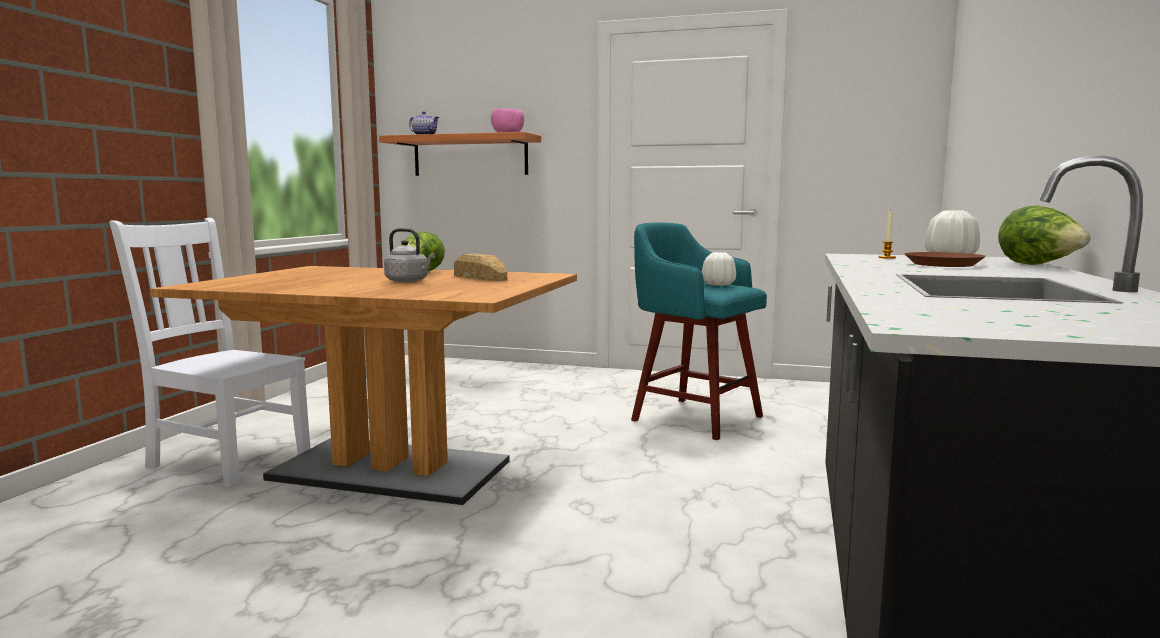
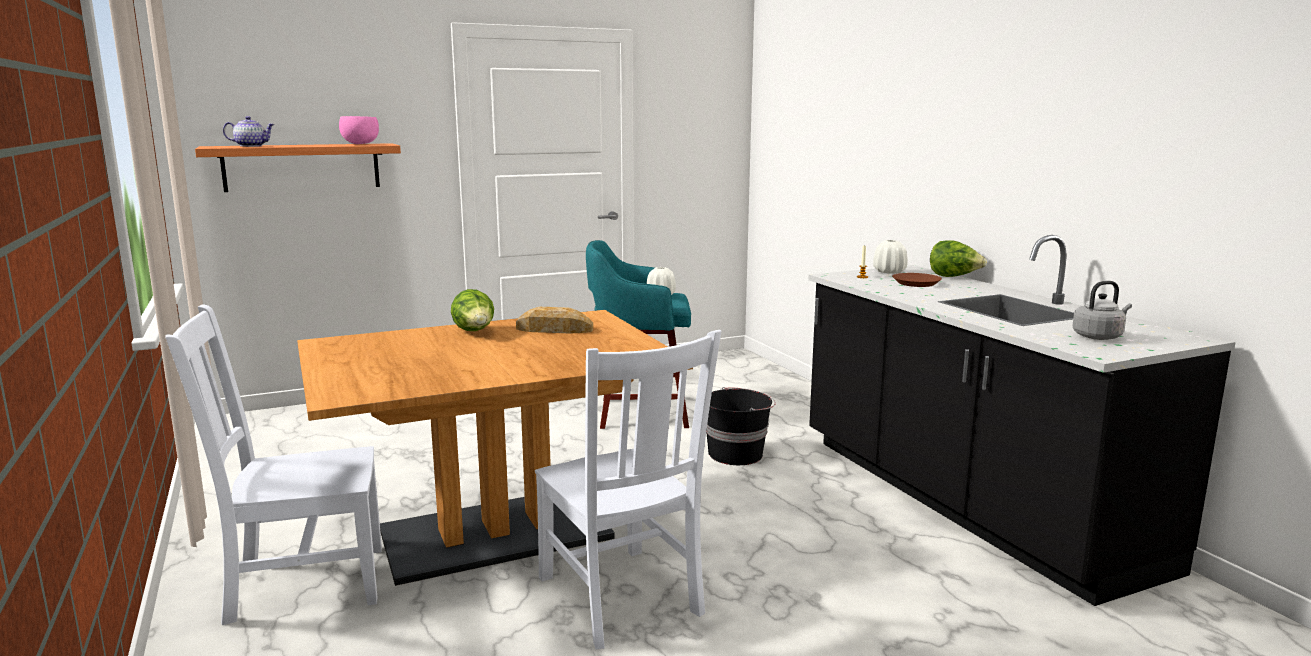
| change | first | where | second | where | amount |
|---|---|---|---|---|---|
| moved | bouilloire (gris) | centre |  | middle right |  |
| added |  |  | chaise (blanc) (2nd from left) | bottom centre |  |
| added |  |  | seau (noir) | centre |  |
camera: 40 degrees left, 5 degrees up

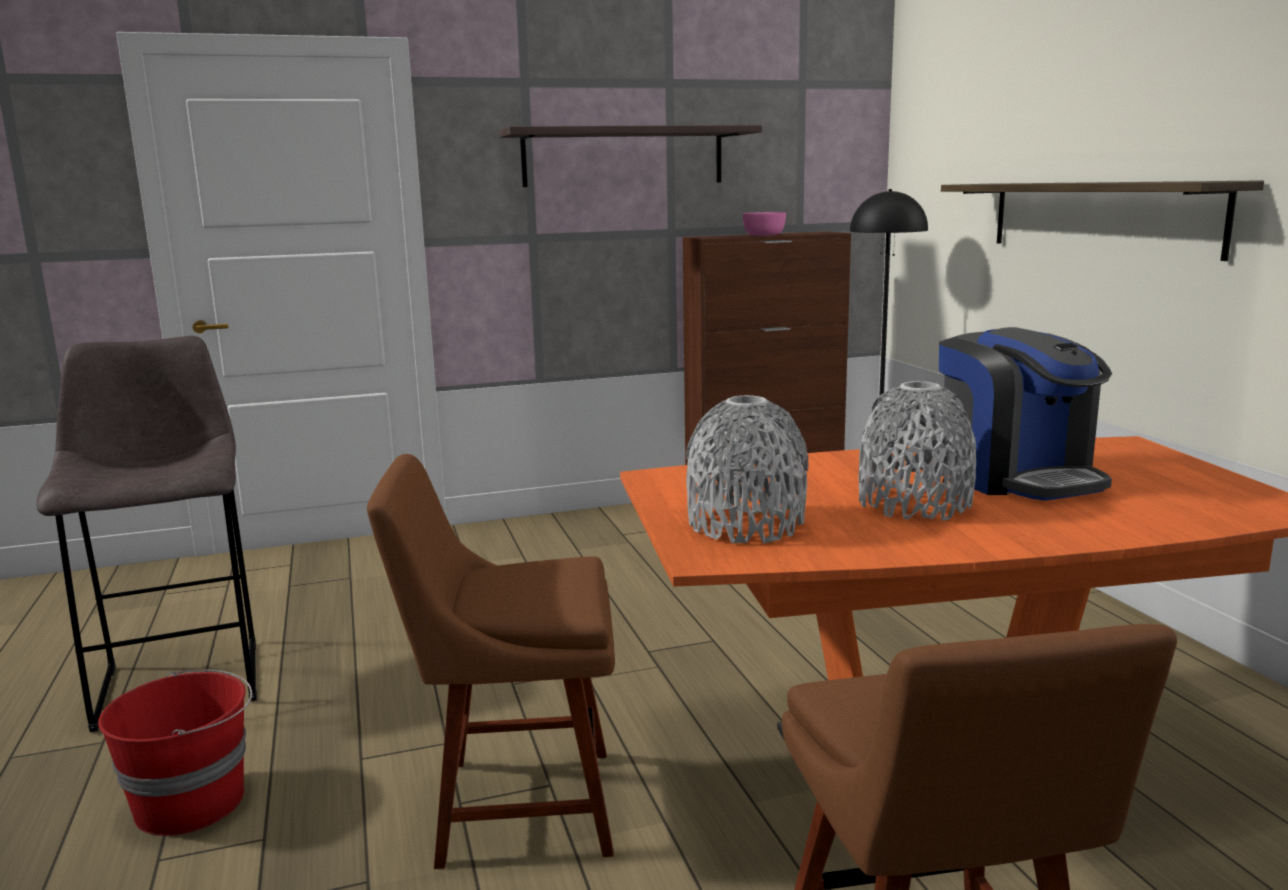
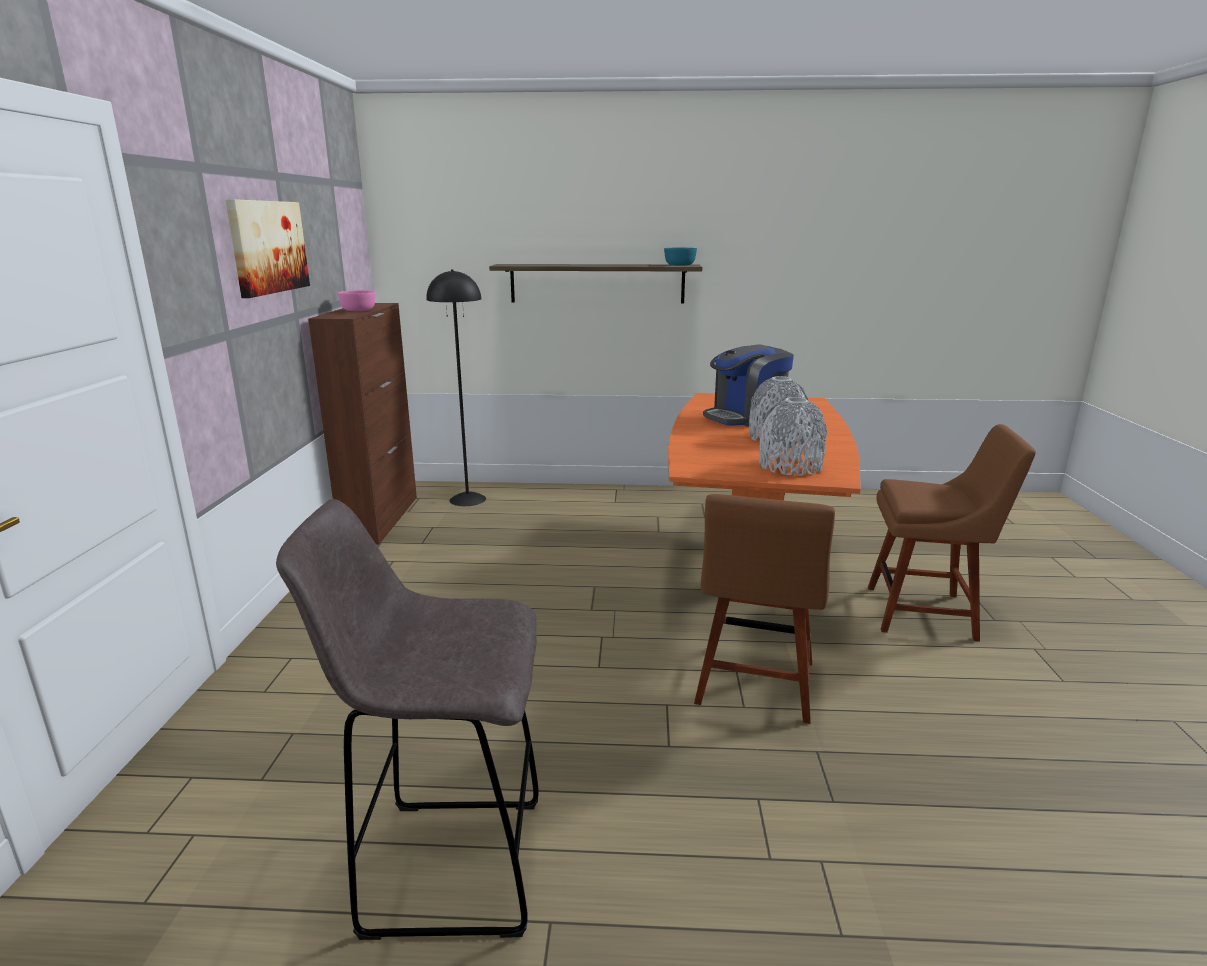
| change | first | where | second | where | amount |
|---|---|---|---|---|---|
| replaced | étagère (1st from left) | top centre | tableau | top left |  |
| turned | machine à café | middle right |  | centre | 150 degrees clockwise |
| removed | seau (rouge) | bottom left |  |  |  |
| added |  |  | bol (turquoise) | top centre |  |
camera: 70 degrees left, 5 degrees up

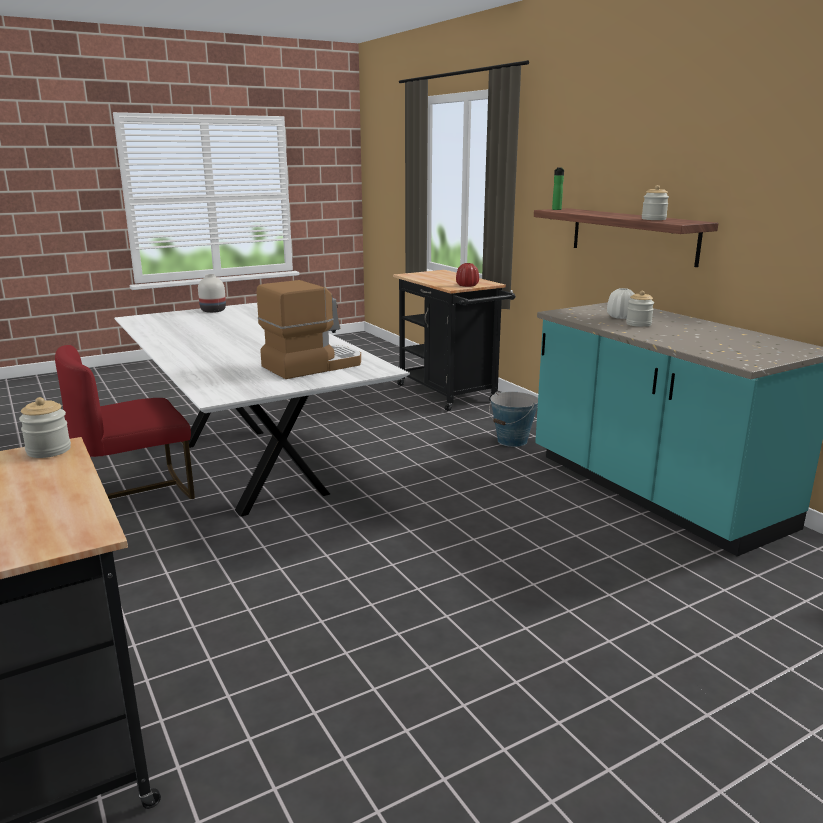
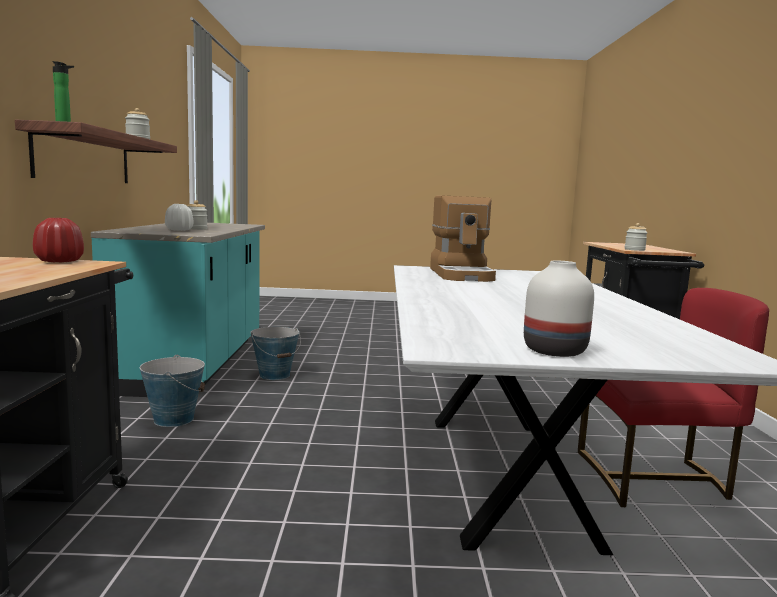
| change | first | where | second | where | amount |
|---|---|---|---|---|---|
| turned | machine à café | centre |  | centre | 90 degrees counterclockwise |
| added |  |  | seau (2nd from left) | centre |  |
camera: 150 degrees left, 10 degrees down

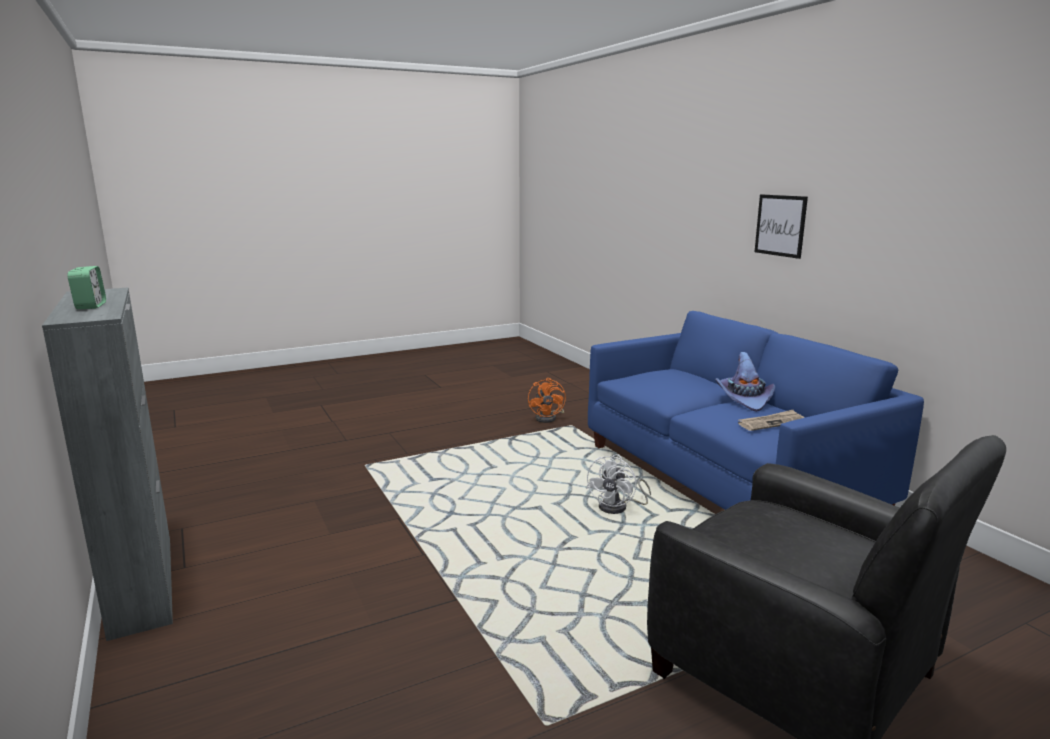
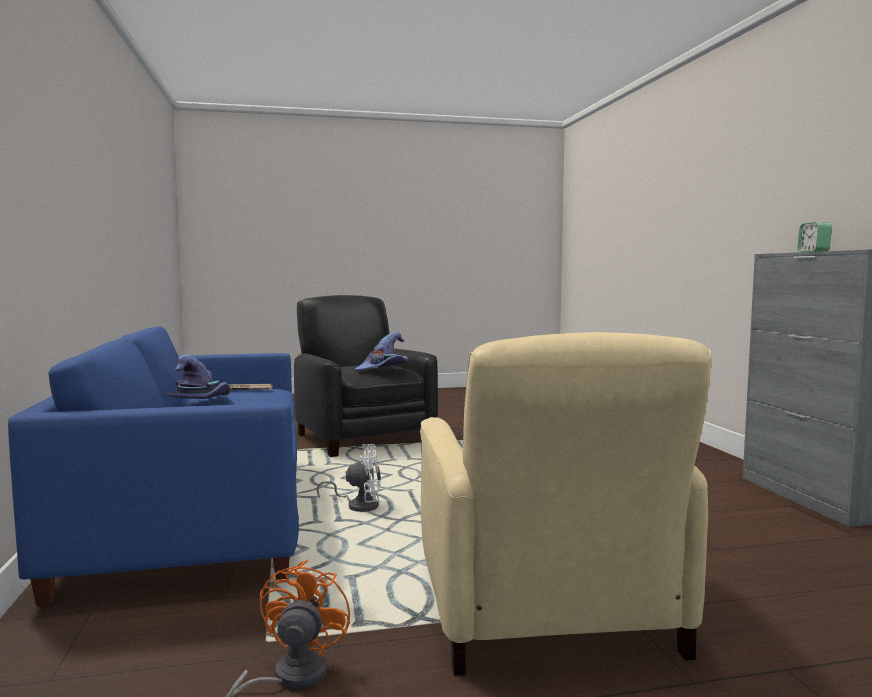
| change | first | where | second | where | amount |
|---|---|---|---|---|---|
| removed | tableau | top right |  |  |  |
| turned | ventilateur (blanc) | centre |  | bottom centre | 45 degrees clockwise |
| added |  |  | chapeau (violet) (2nd from left) | centre |  |
| added |  |  | fauteuil (beige) | bottom centre |  |
camera: 165 degrees left, 10 degrees down

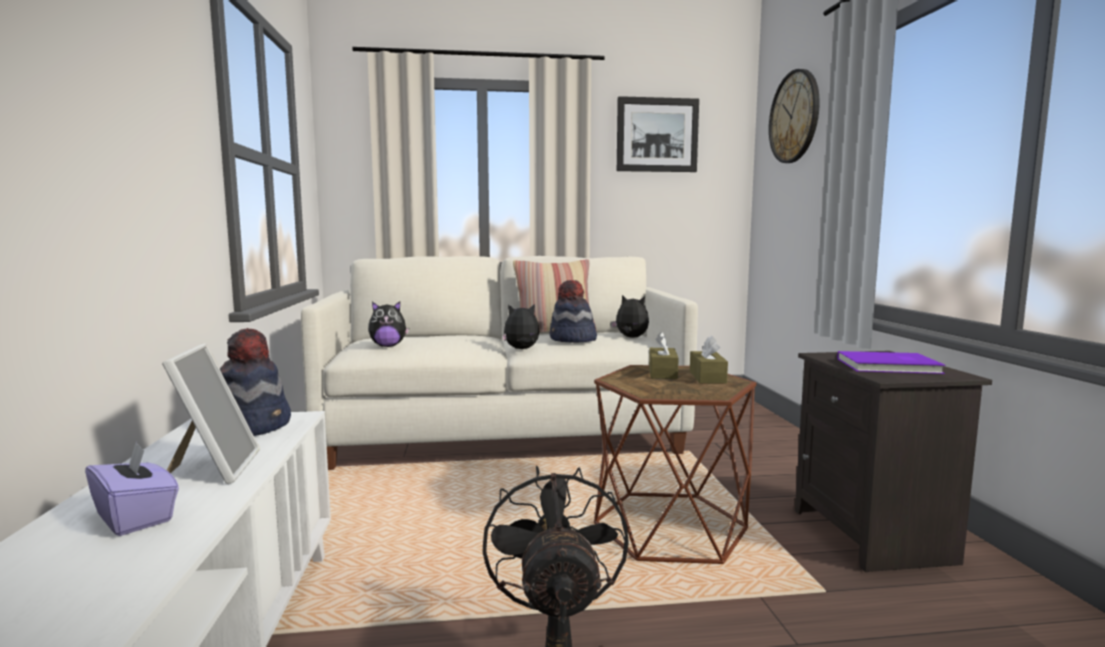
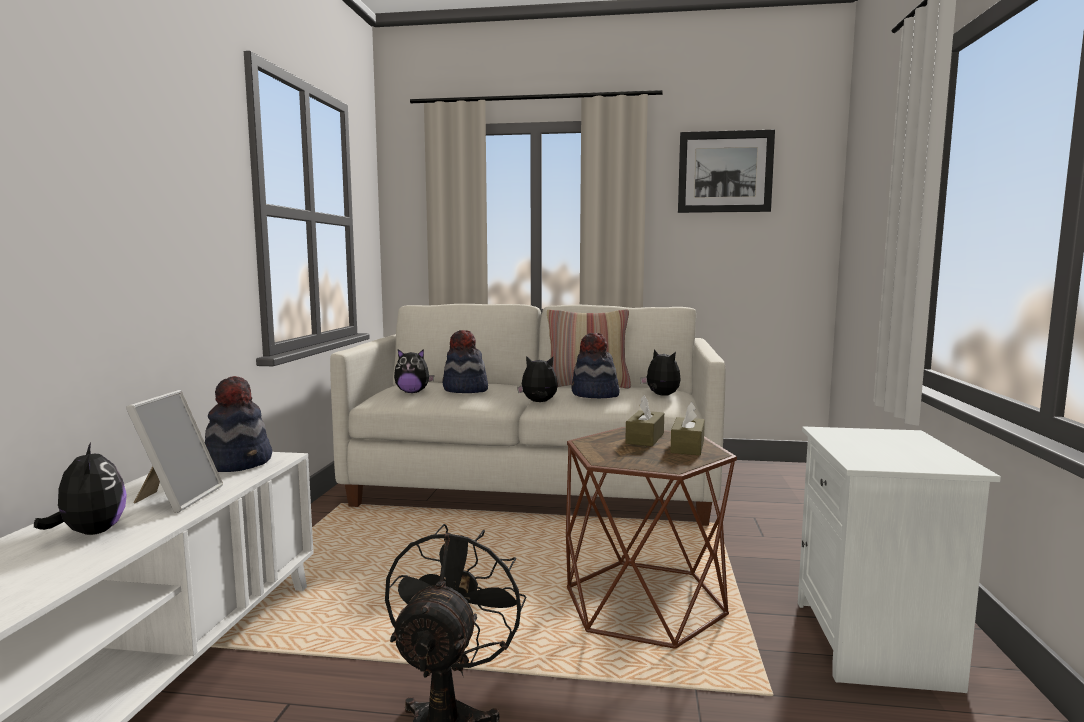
| change | first | where | second | where | amount |
|---|---|---|---|---|---|
| removed | horloge murale | top right |  |  |  |
| recoloured | table de chevet (noir) | bottom right | table de chevet (blanc) | bottom right |  |
| removed | livre (violet) | middle right |  |  |  |
| replaced | boîte à mouchoirs (violet) | bottom left | peluche (1st from left) | bottom left |  |
| added |  |  | chapeau (2nd from left) | centre |  |
camera: 15 degrees right, 0 degrees up

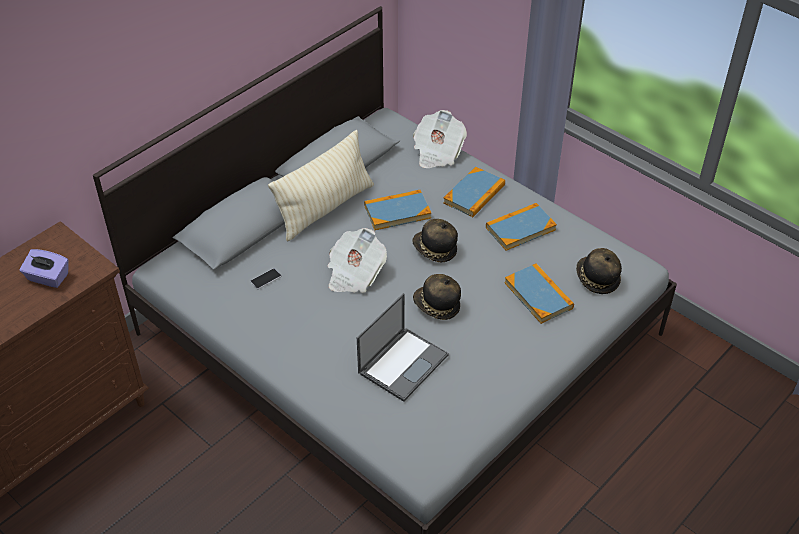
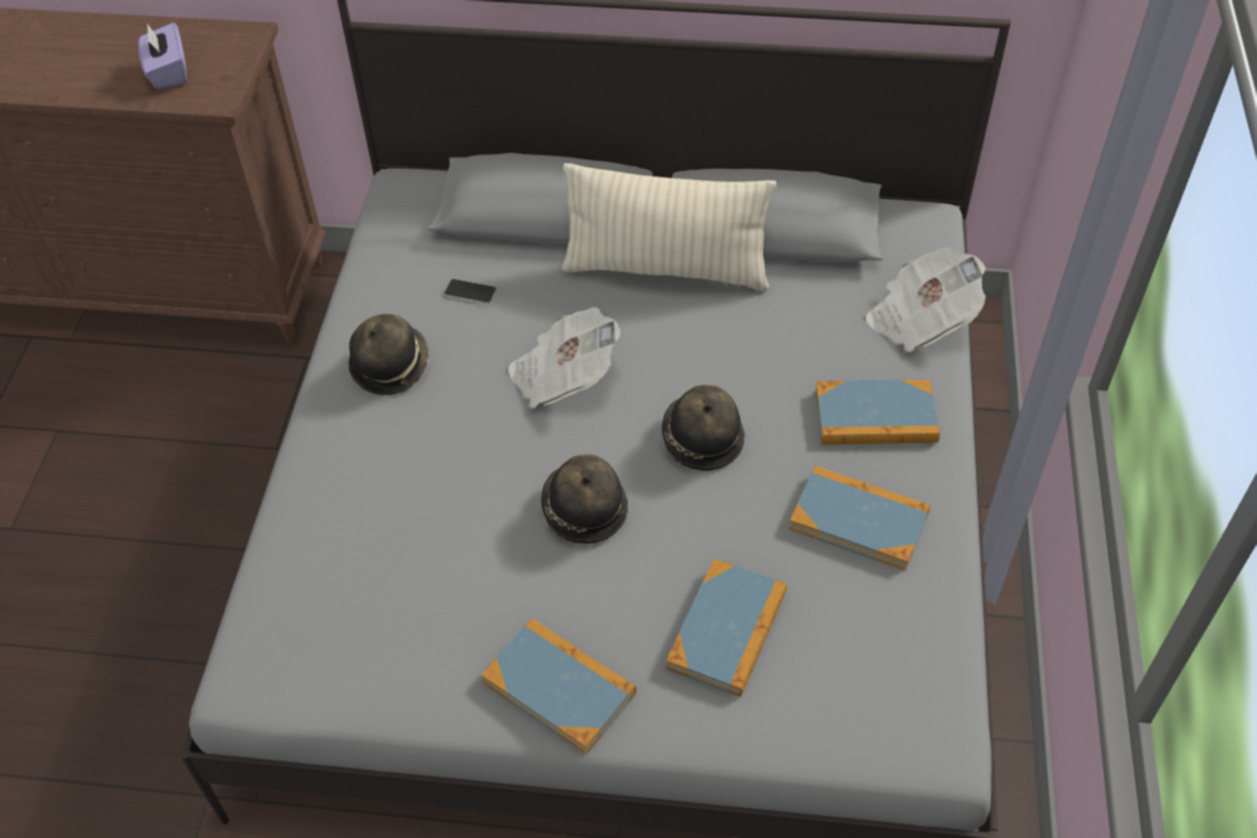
| change | first | where | second | where | amount |
|---|---|---|---|---|---|
| moved | livre (1st from left) | centre |  | bottom centre |  |
| moved | chapeau (3rd from left in the first image) | middle right | chapeau (1st from left) | middle left |  |
| removed | ordinateur portable | centre |  |  |  |
camera: 55 degrees right, 5 degrees up

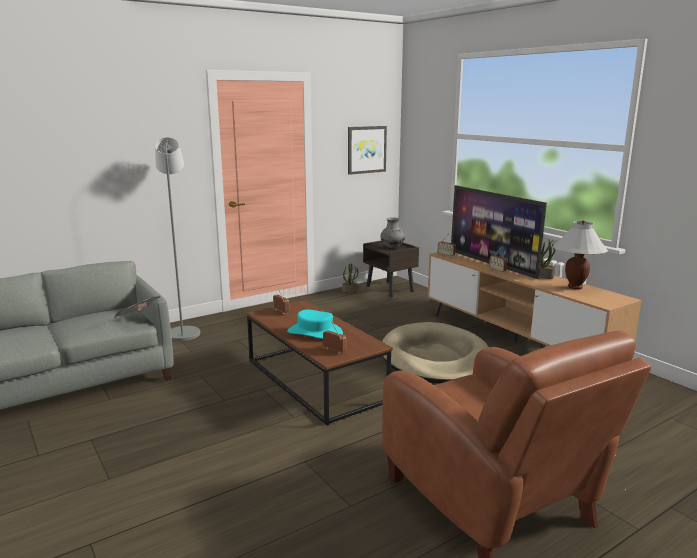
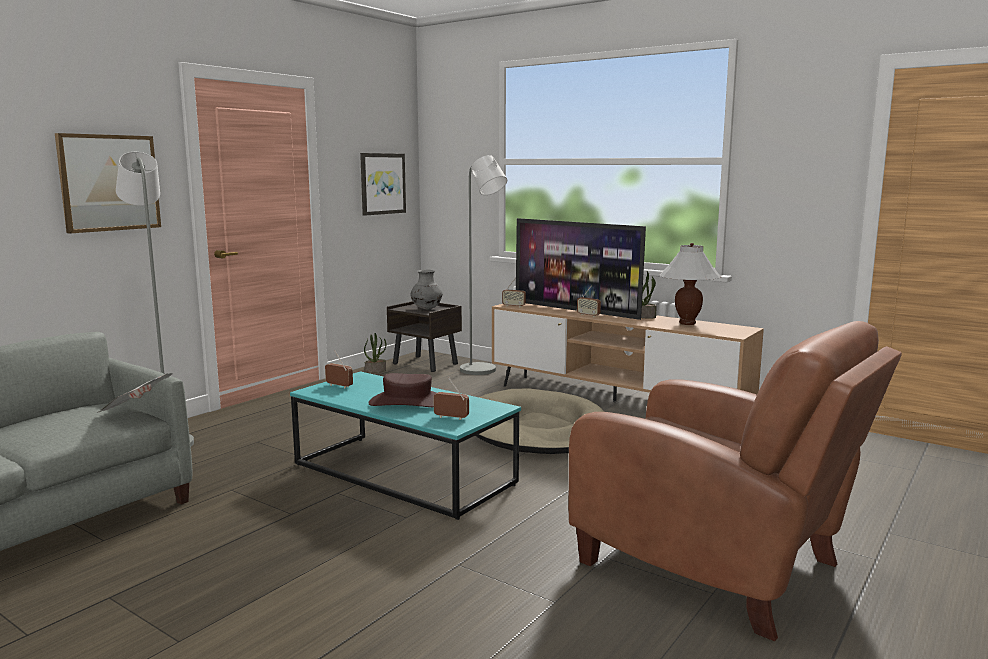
| change | first | where | second | where | amount |
|---|---|---|---|---|---|
| recoloured | table basse (marron) | centre | table basse (turquoise) | bottom centre |  |
| recoloured | chapeau (turquoise) | centre | chapeau (marron) | centre |  |
| added |  |  | tableau (1st from left) | top left |  |
| added |  |  | lampadaire (gris) (2nd from left) | centre |  |
camera: 20 degrees left, 5 degrees down

